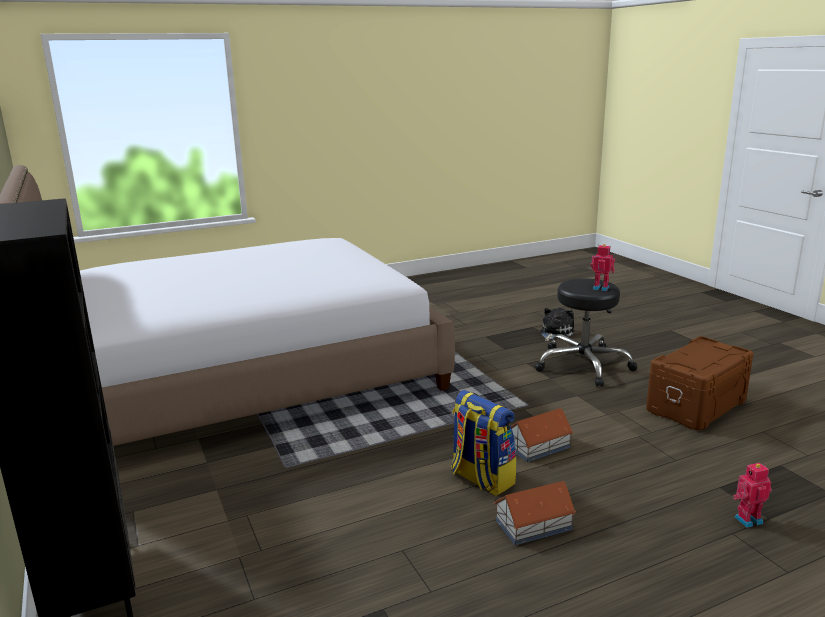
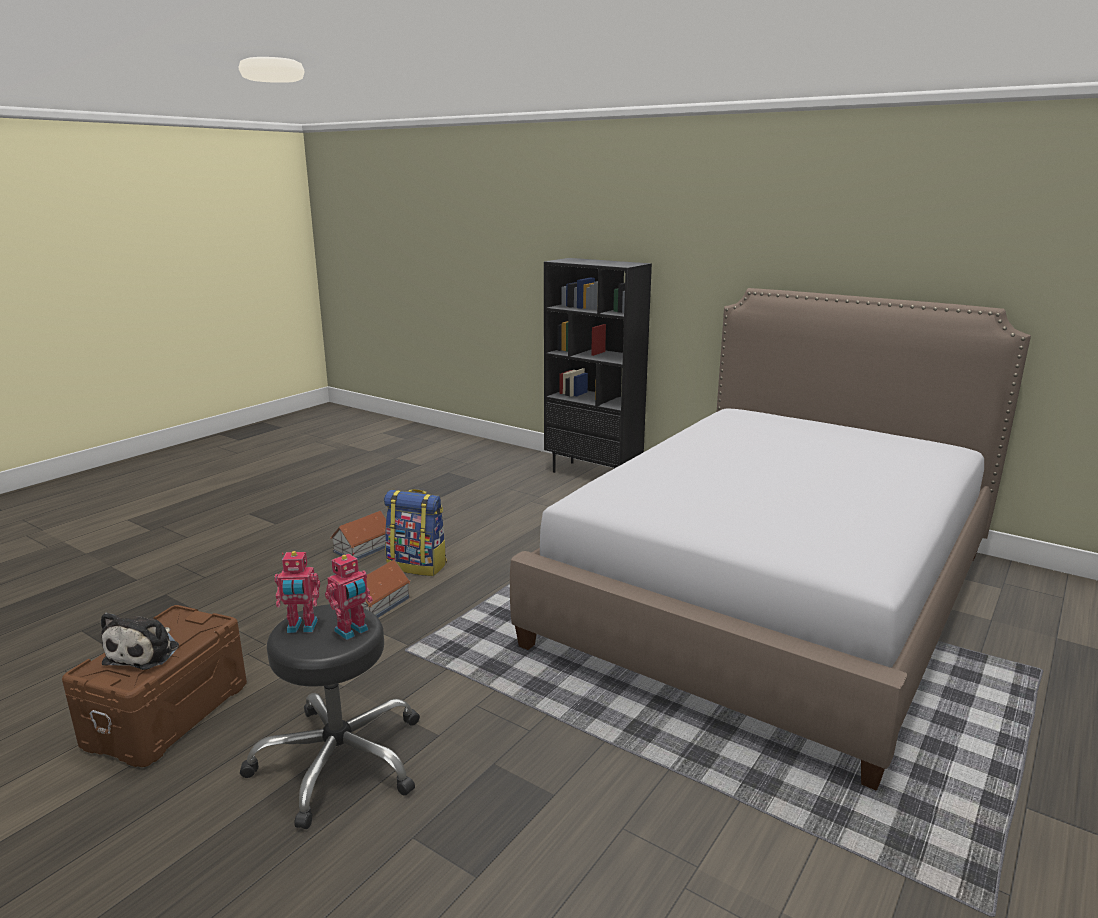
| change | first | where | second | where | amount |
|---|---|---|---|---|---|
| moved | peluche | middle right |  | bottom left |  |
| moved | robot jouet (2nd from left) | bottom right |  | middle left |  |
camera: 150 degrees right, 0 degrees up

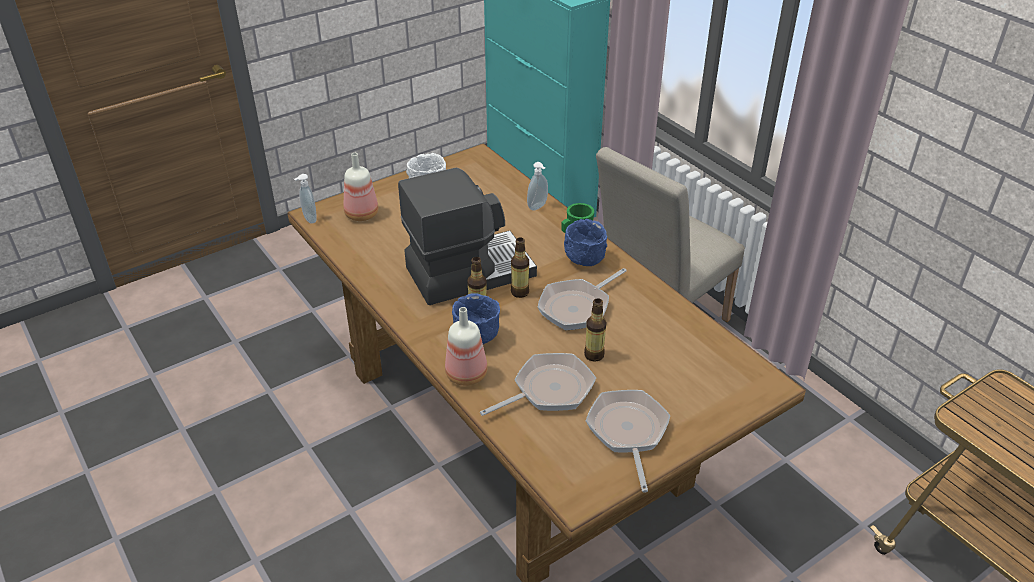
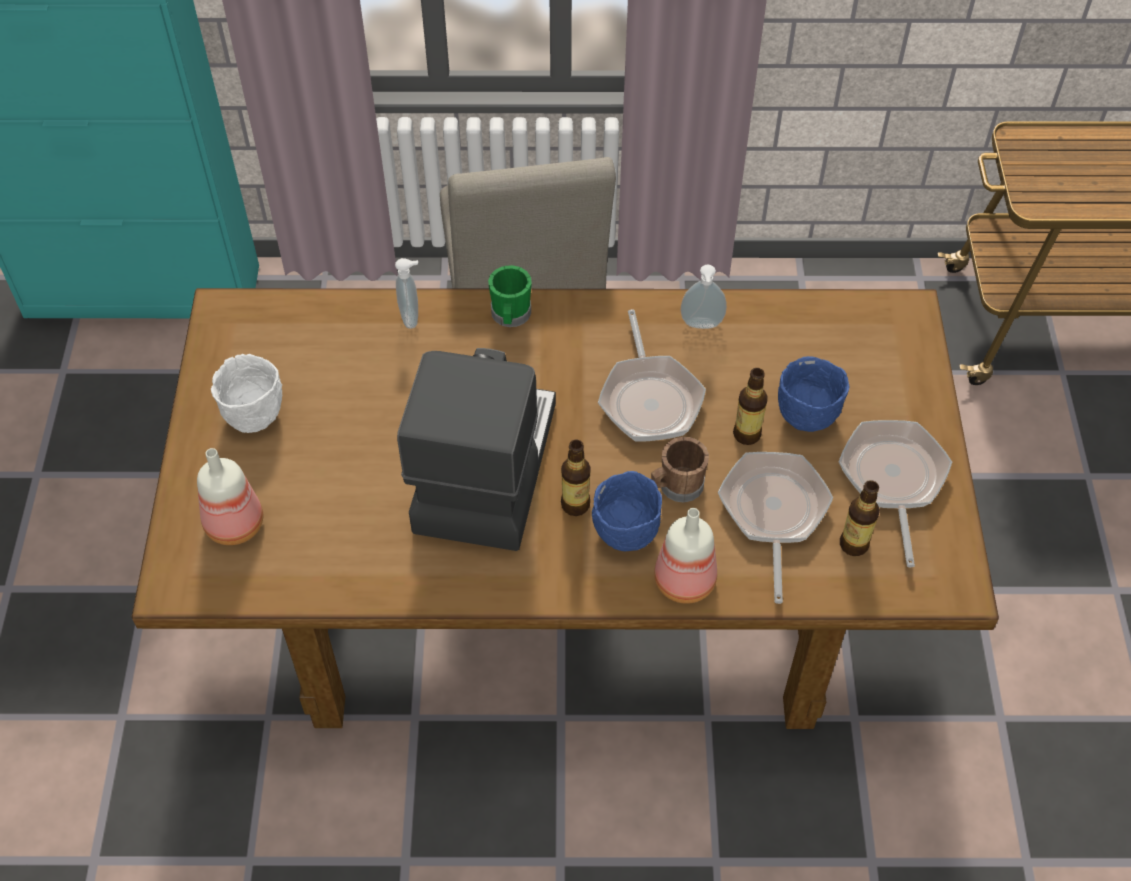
| change | first | where | second | where | amount |
|---|---|---|---|---|---|
| moved | distributeur de savon (1st from left in the first image) | middle left | distributeur de savon (2nd from left) | centre |  |
| moved | bol (bleu) (2nd from left) | centre |  | middle right |  |
| moved | bouteille (4th from left in the first image) | centre | bouteille (5th from left) | middle right |  |
| turned | poêle (3rd from left) | bottom centre |  | middle right | 60 degrees clockwise |
| added |  |  | mug (marron) | centre |  |
camera: 55 degrees left, 15 degrees up

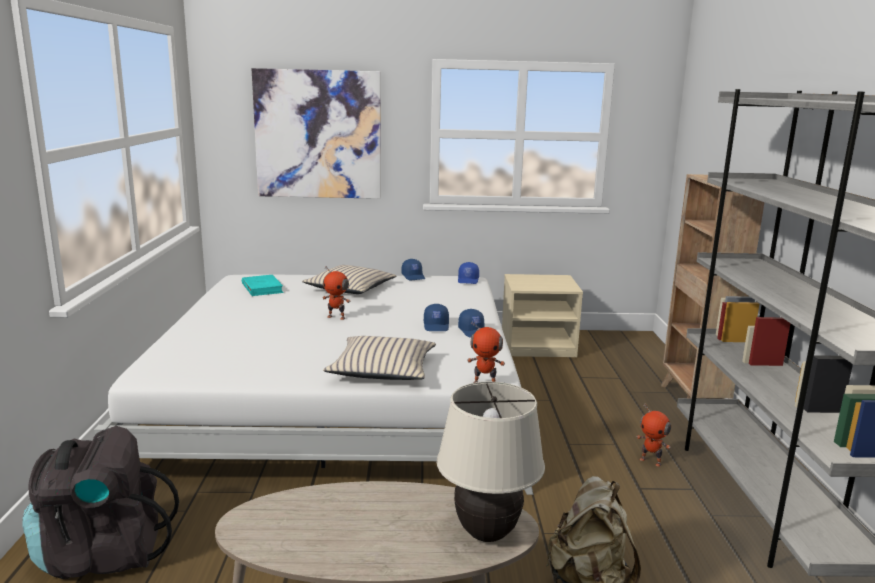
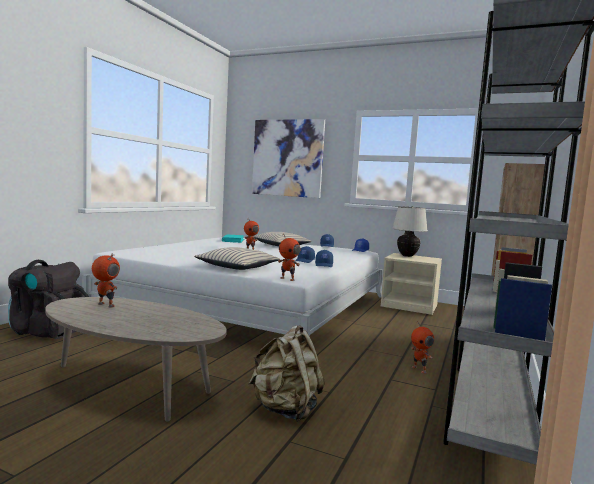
| change | first | where | second | where | amount |
|---|---|---|---|---|---|
| moved | lampe de table (beige) | bottom centre |  | middle right |  |
| added |  |  | robot jouet (1st from left) | middle left |  |
camera: 25 degrees right, 10 degrees down

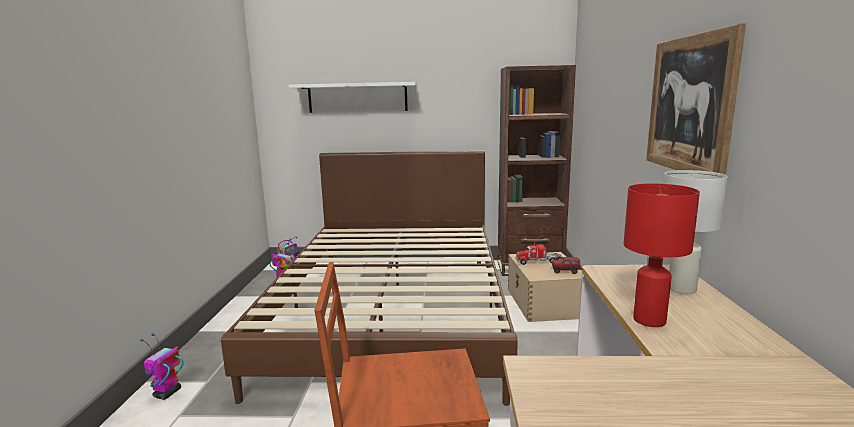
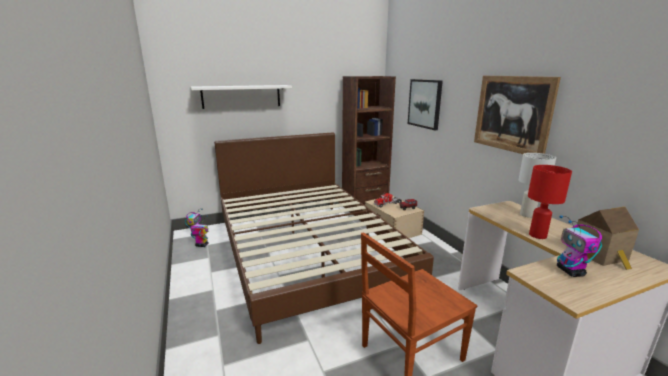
| change | first | where | second | where | amount |
|---|---|---|---|---|---|
| moved | robot jouet (1st from left in the first image) | bottom left | robot jouet (3rd from left) | middle right |  |
| added |  |  | tableau (1st from left) | top centre |  |
| added |  |  | maison miniature | middle right |  |
camera: 25 degrees left, 5 degrees up

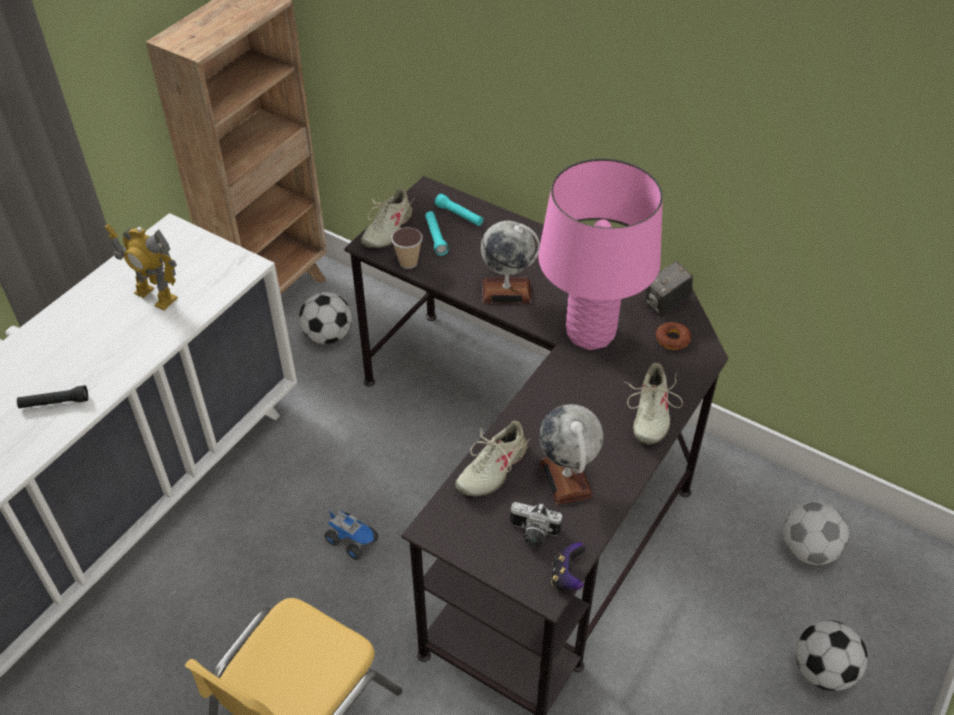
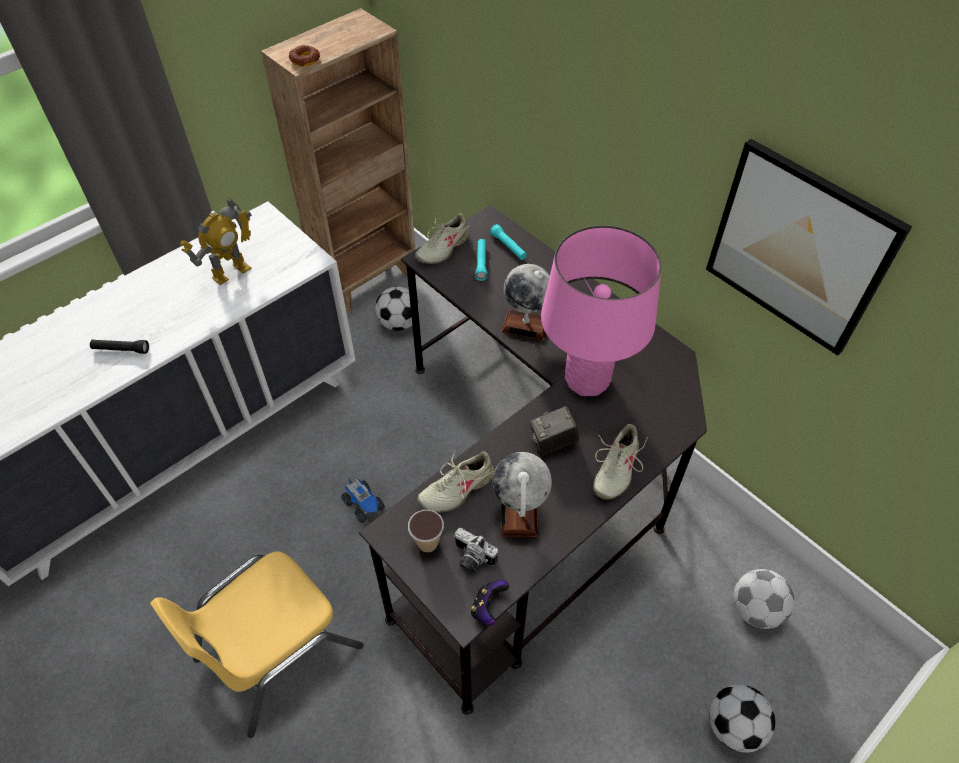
| change | first | where | second | where | amount |
|---|---|---|---|---|---|
| turned | robot jouet | middle left |  | top left | 90 degrees counterclockwise |
| moved | tasse | centre |  | bottom centre |  |
| moved | appareil photo (2nd from left) | middle right |  | centre |  |
| moved | beignet | middle right |  | top left |  |
| added |  |  | tableau | top right |  |
camera: 15 degrees right, 5 degrees up

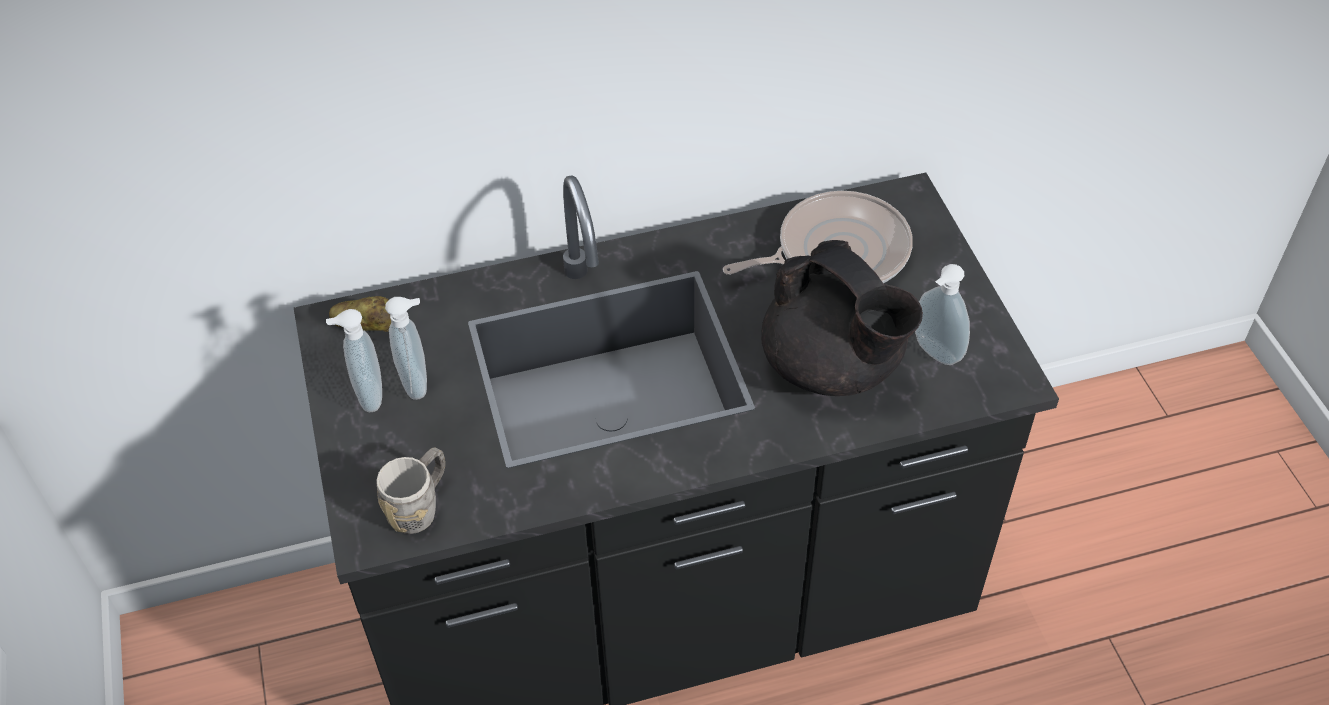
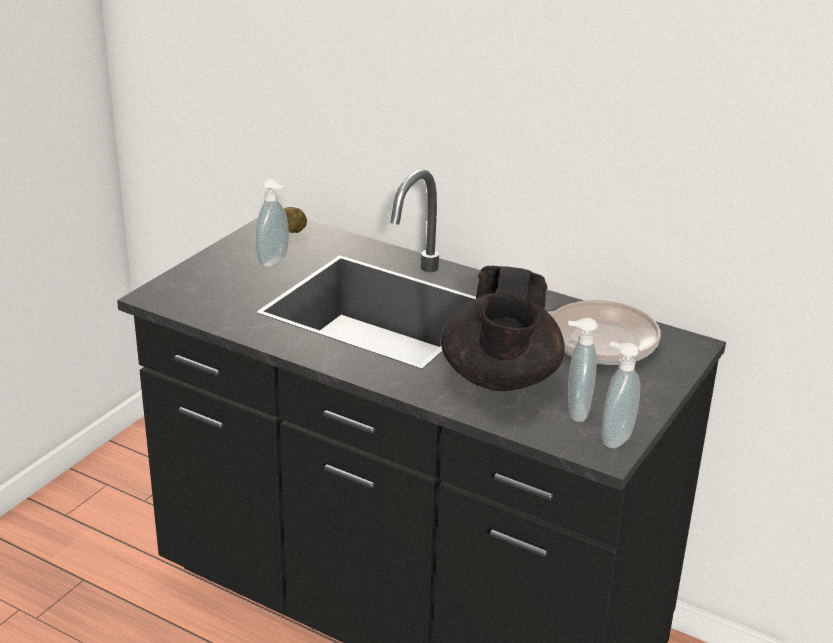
| change | first | where | second | where | amount |
|---|---|---|---|---|---|
| moved | distributeur de savon (1st from left in the first image) | middle left | distributeur de savon (3rd from left) | middle right |  |
| removed | mug (gris) | bottom left |  |  |  |
camera: 45 degrees right, 20 degrees down

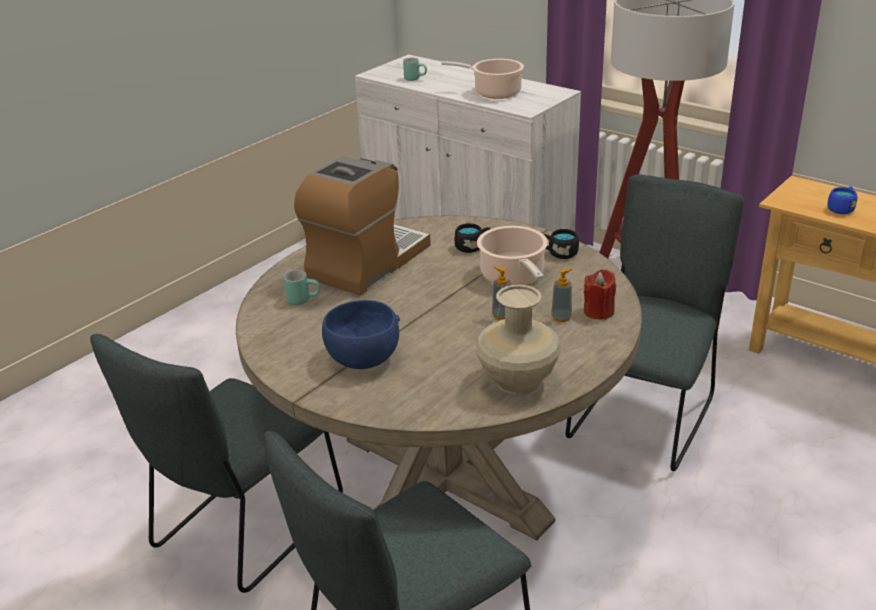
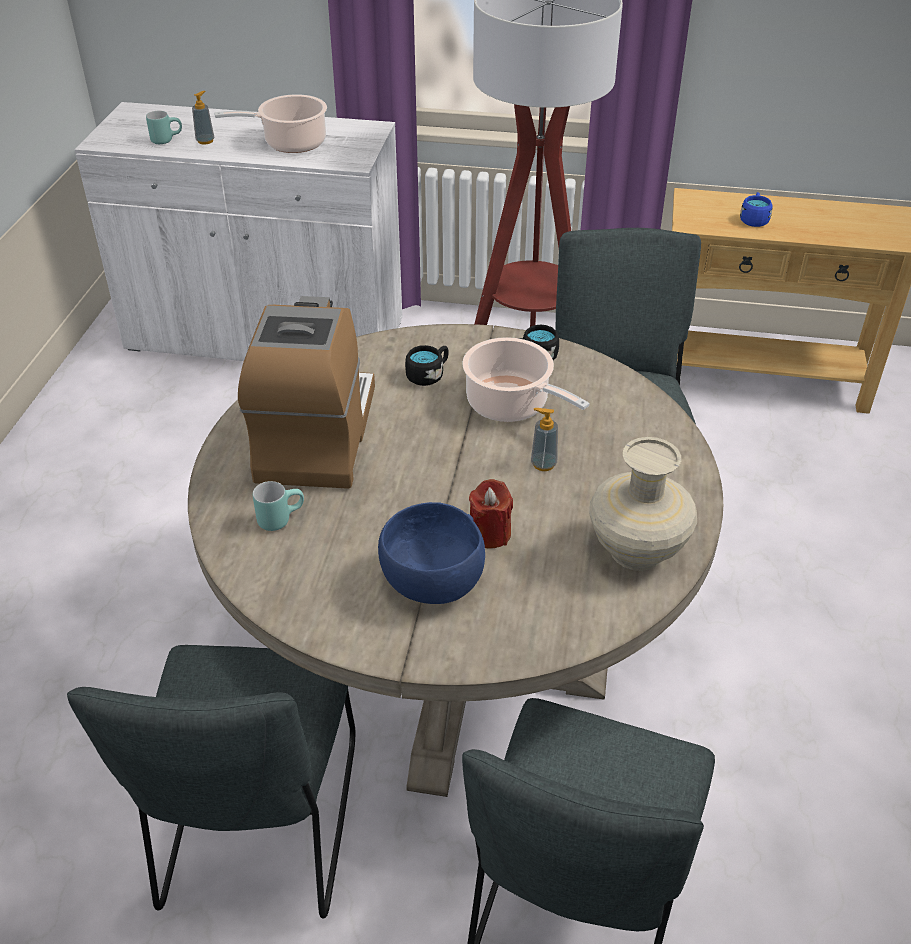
| change | first | where | second | where | amount |
|---|---|---|---|---|---|
| moved | distributeur de savon (2nd from left in the first image) | centre | distributeur de savon (1st from left) | top left |  |
| moved | bougie (rouge) | middle right |  | centre |  |
camera: 30 degrees left, 10 degrees up

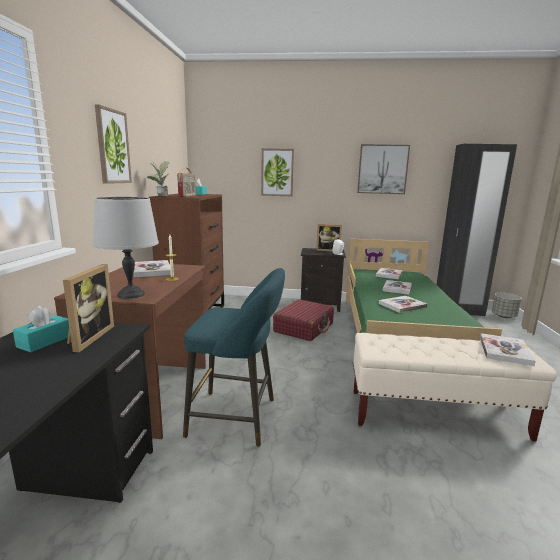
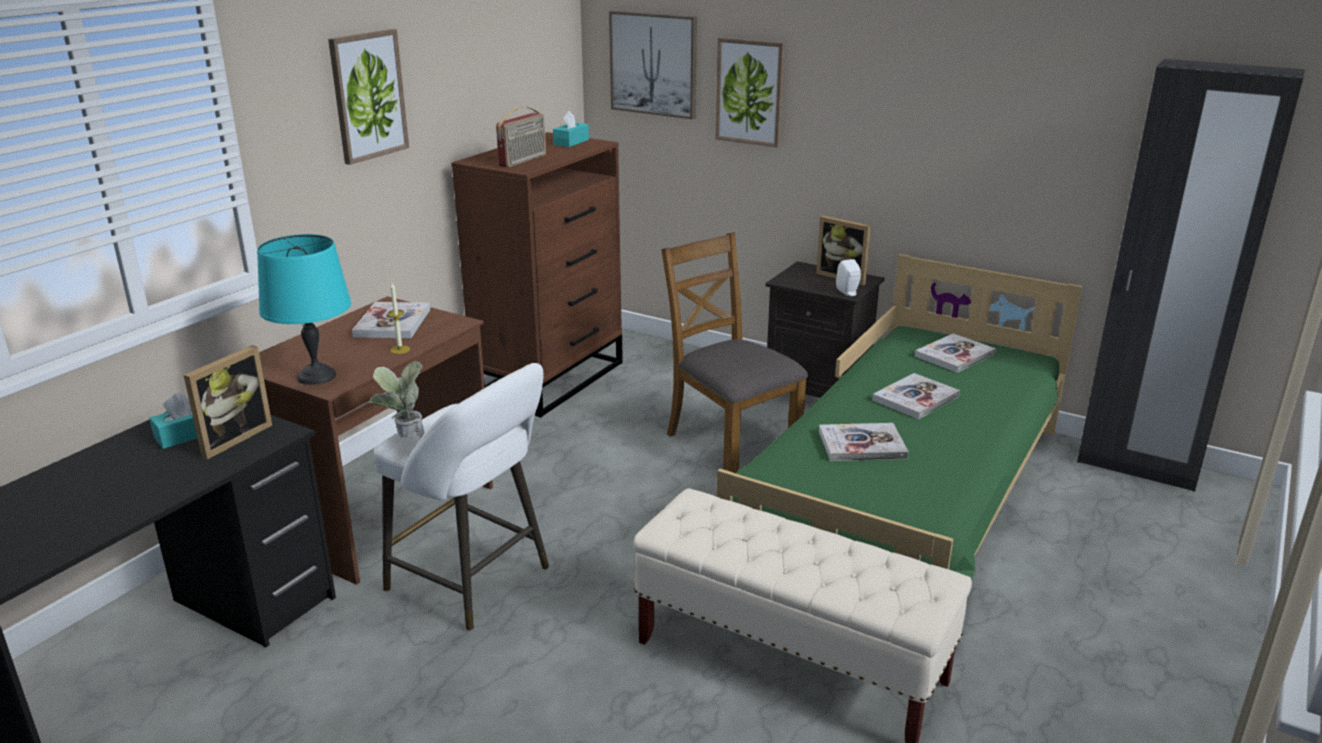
| change | first | where | second | where | amount |
|---|---|---|---|---|---|
| moved | tableau (3rd from left in the first image) | top right | tableau (2nd from left) | top centre |  |
| moved | plante en pot | top left |  | middle left |  |
| recoloured | lampe de table (gris) | middle left | lampe de table (turquoise) | middle left |  |
| recoloured | tabouret (turquoise) | centre | tabouret (blanc) | bottom centre |  |
| removed | cache-pot (gris) | middle right |  |  |  |
| replaced | valise (rouge) | centre | chaise (marron) | centre |  |
| removed | livre (5th from left) | middle right |  |  |  |
camera: 25 degrees right, 10 degrees up

